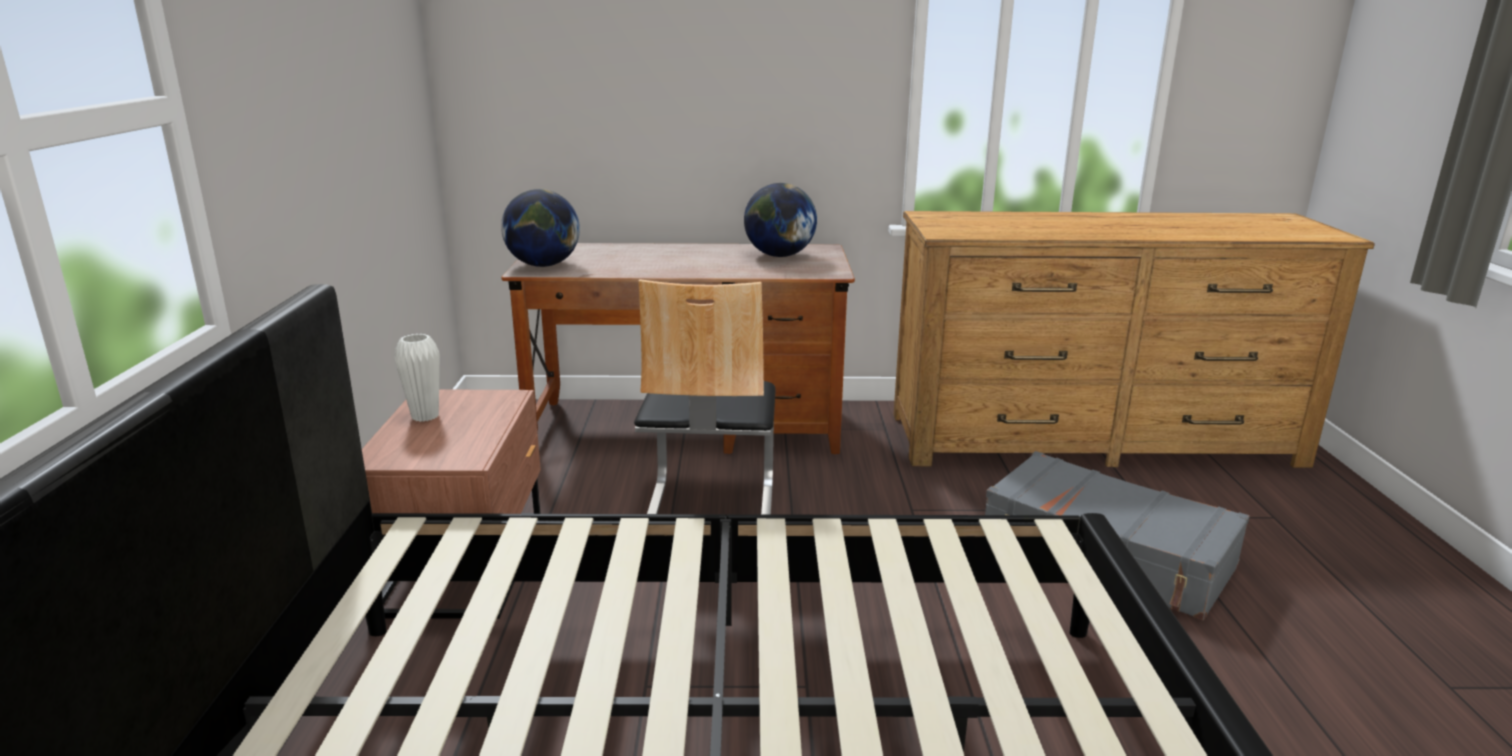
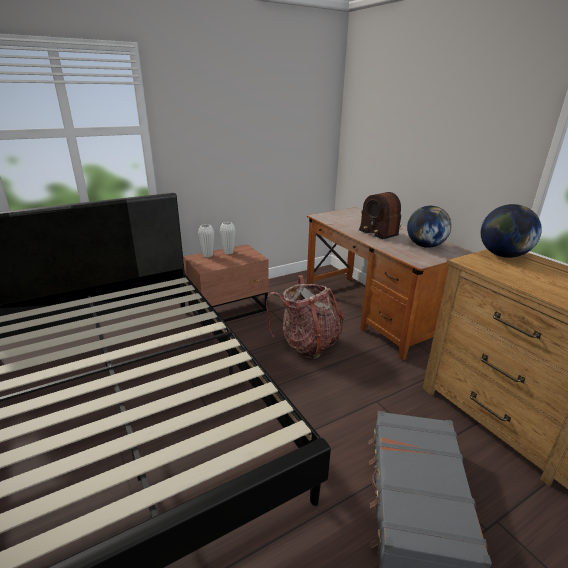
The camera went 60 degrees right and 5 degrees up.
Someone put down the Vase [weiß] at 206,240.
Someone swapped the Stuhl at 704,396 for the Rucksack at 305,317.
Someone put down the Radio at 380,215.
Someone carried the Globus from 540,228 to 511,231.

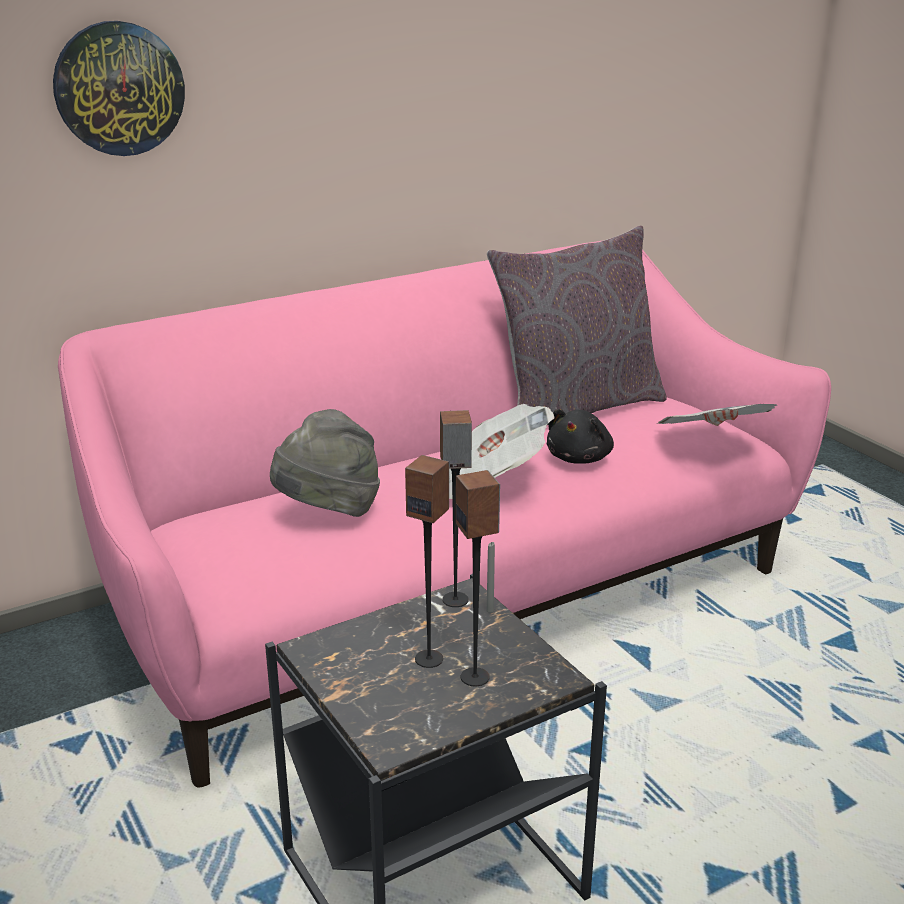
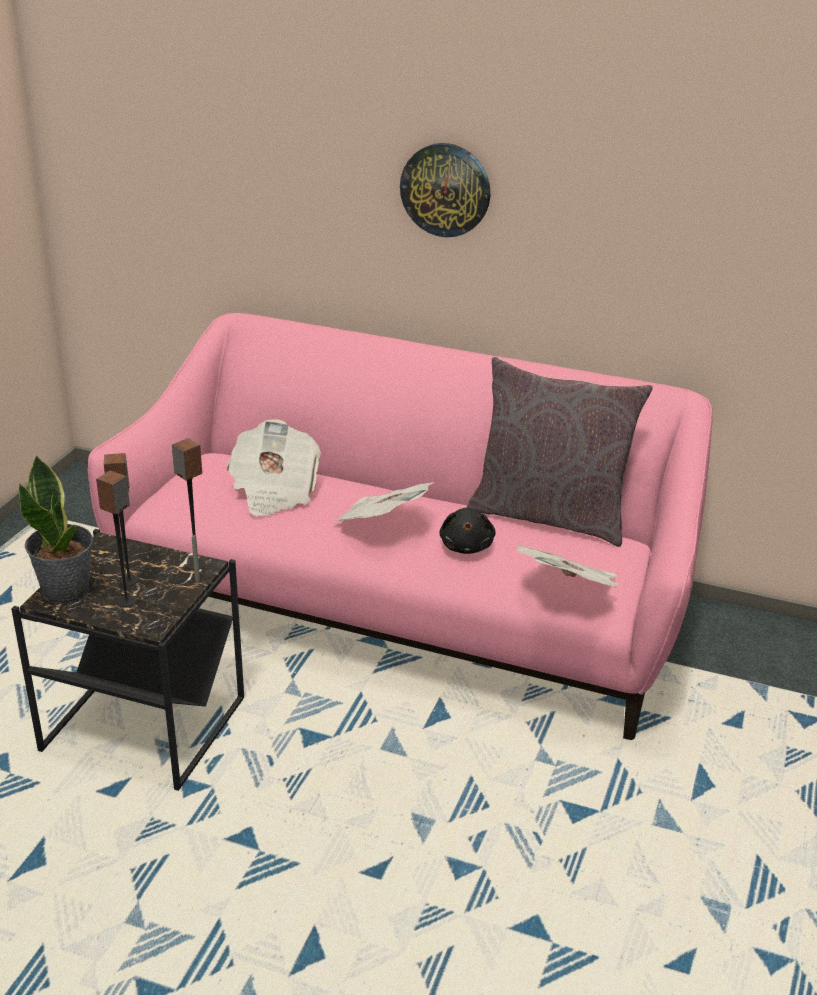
The camera went 50 degrees right and 5 degrees up.
Someone put down the Topfpflanze at 55,529.
Someone swapped the Hut [grau] at 325,463 for the Zeitung at 274,468.
Someone carried the Wanduhr from 119,88 to 445,190.
Someone rotated the Plüschtier [schwarz] at 580,436 by 75 degrees counterclockwise.

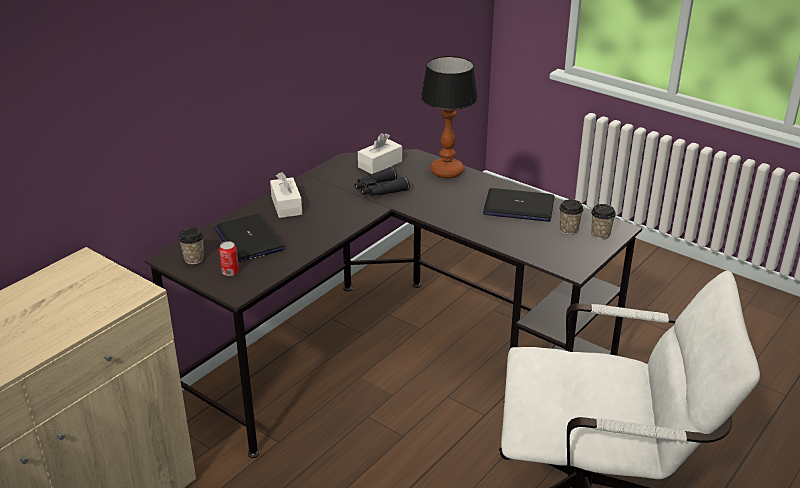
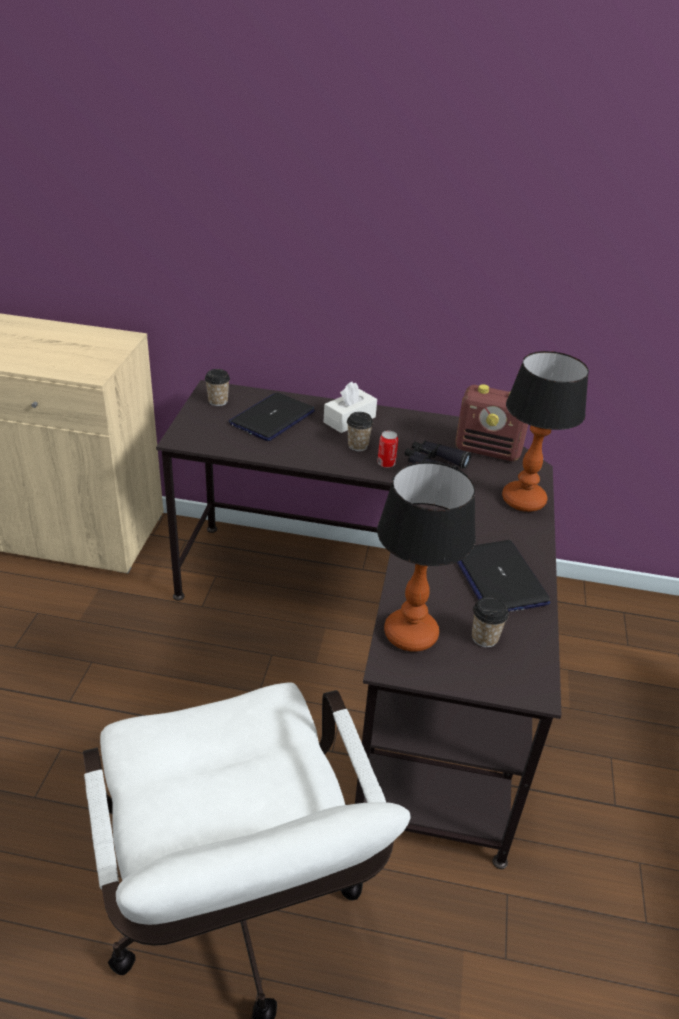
The camera went 60 degrees right and 5 degrees up.
Someone carried the Tasse from 603,222 to 360,431.
Someone carried the Dose from 229,258 to 387,449.
Someone put down the Tischlampe at 426,557.
Someone swapped the Taschentuchbox [weiß] at 380,153 for the Radio at 491,422.

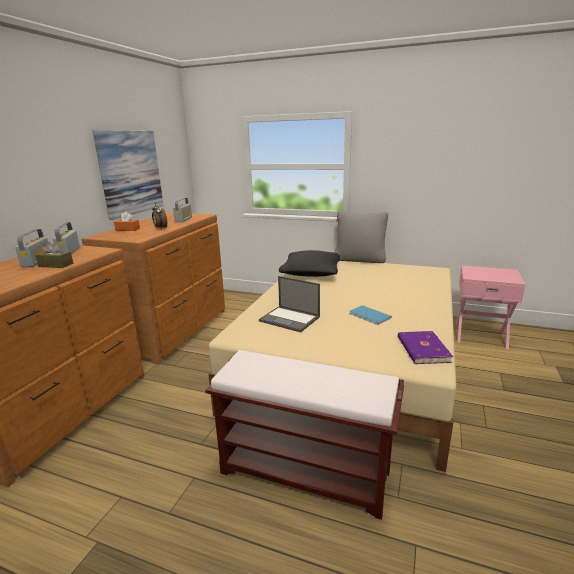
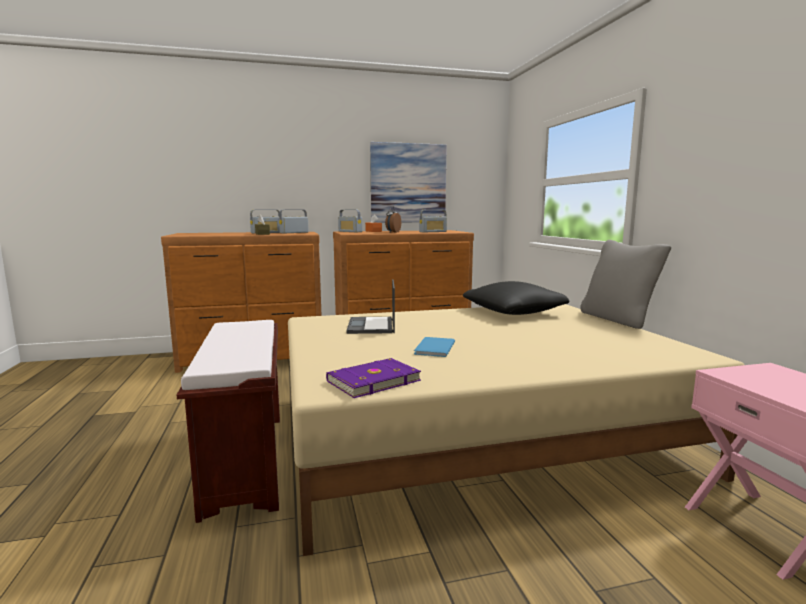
The camera went 55 degrees right and 10 degrees down.
Someone put down the Radio at 350,221.

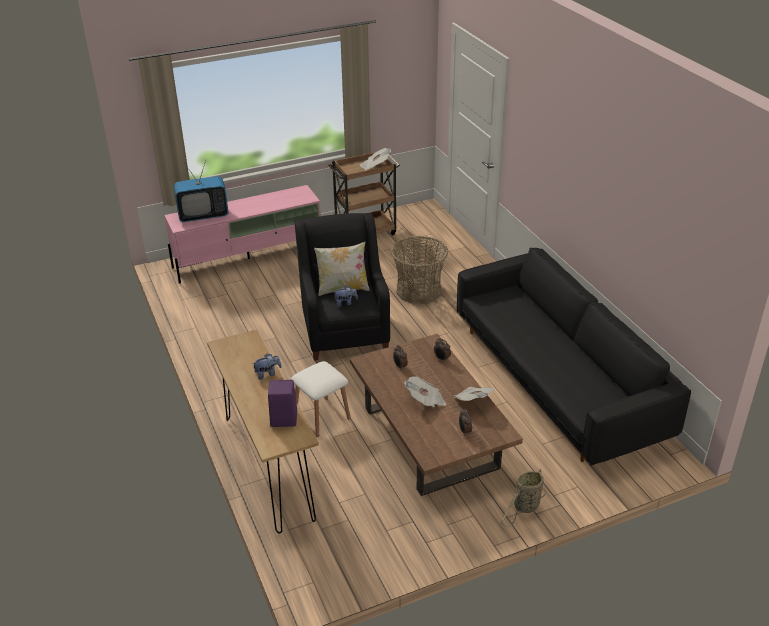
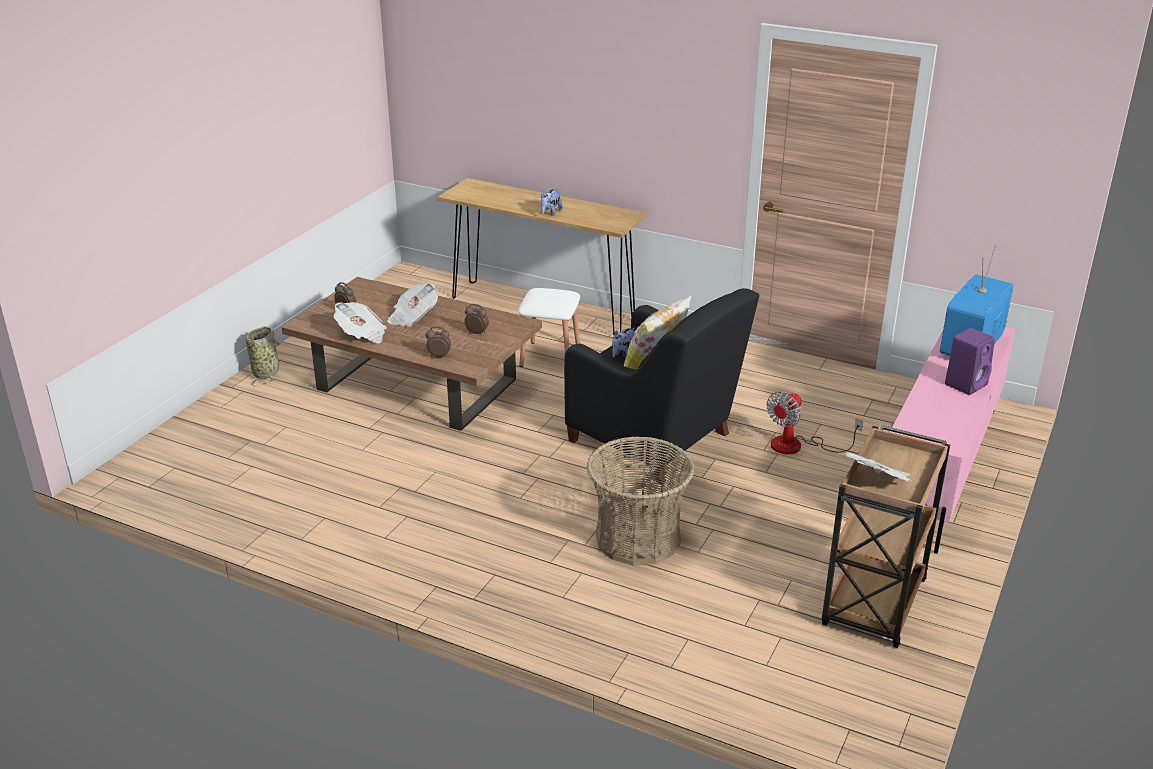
The camera went 140 degrees right and 5 degrees down.
Someone put down the Ventilator at 815,423.
Someone carried the Lautsprecher [lila] from 282,403 to 970,361.
Someone took away the Sofa [schwarz] at 574,357.

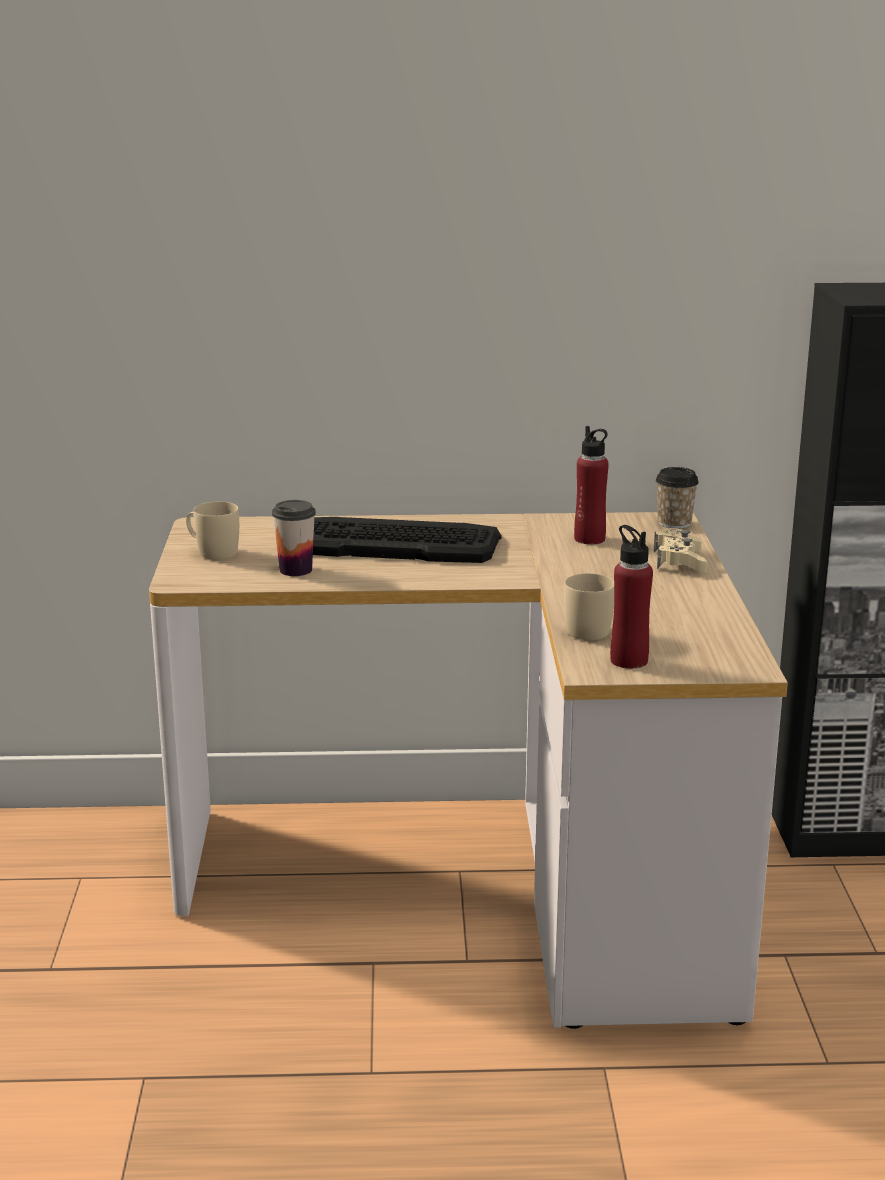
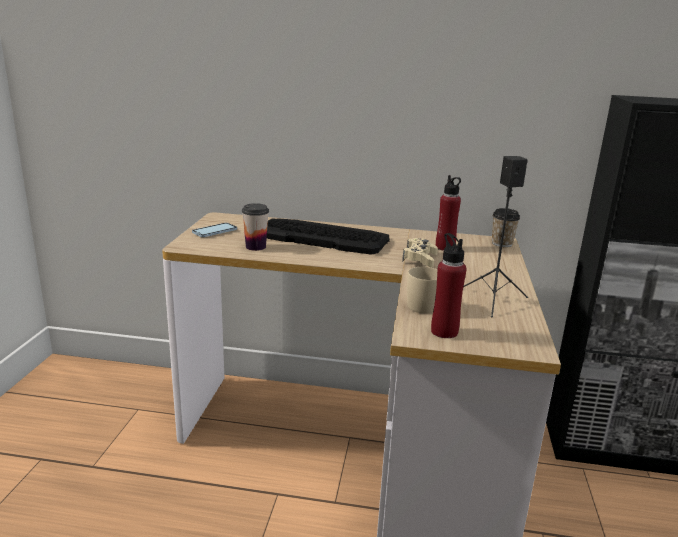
The camera went 10 degrees right and 0 degrees up.
Someone swapped the Henkelbecher [beige] at 212,531 for the Handy at 214,230.
Someone carried the Gamepad [beige] from 681,550 to 420,253.
Someone put down the Lautsprecher [schwarz] at 496,236.

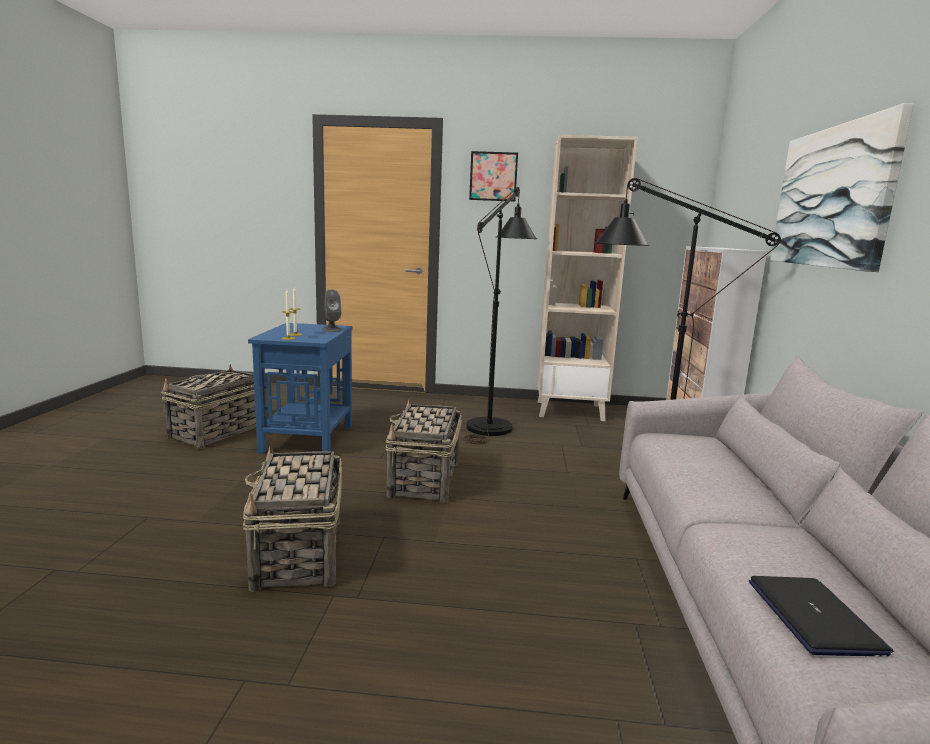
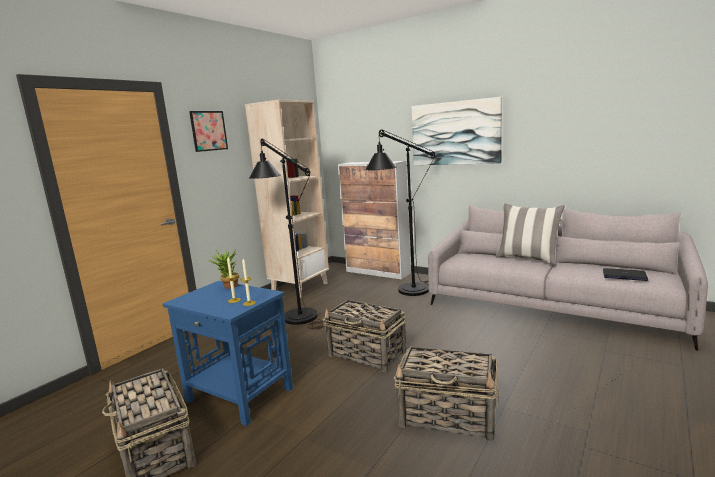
The camera went 60 degrees left and 0 degrees up.
Someone swapped the Lautsprecher [grau] at 332,310 for the Topfpflanze at 224,269.
Someone put down the Kissen at 530,234.

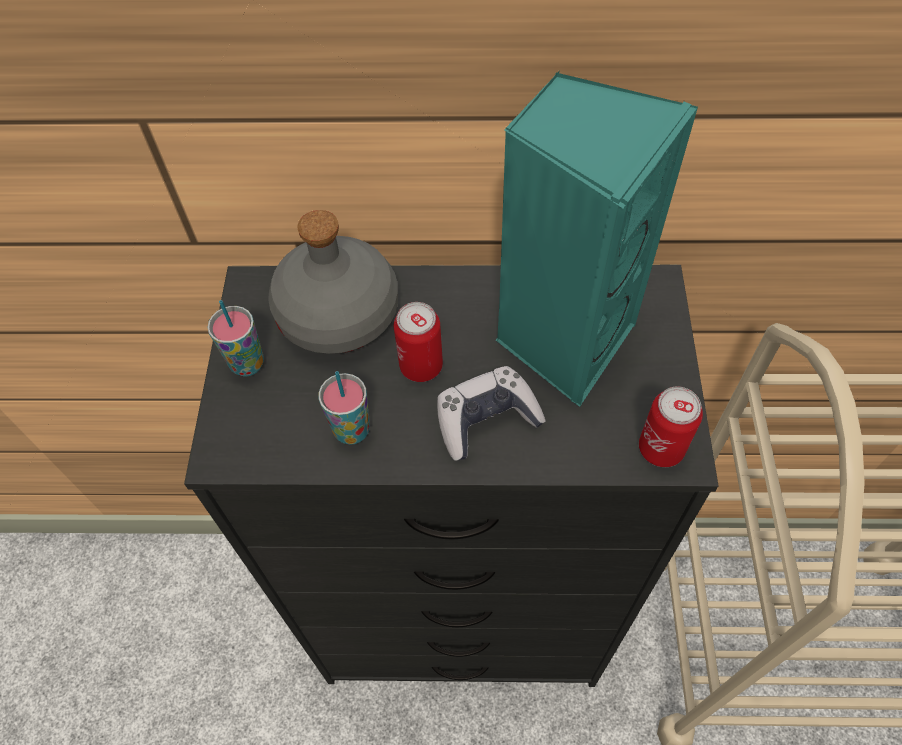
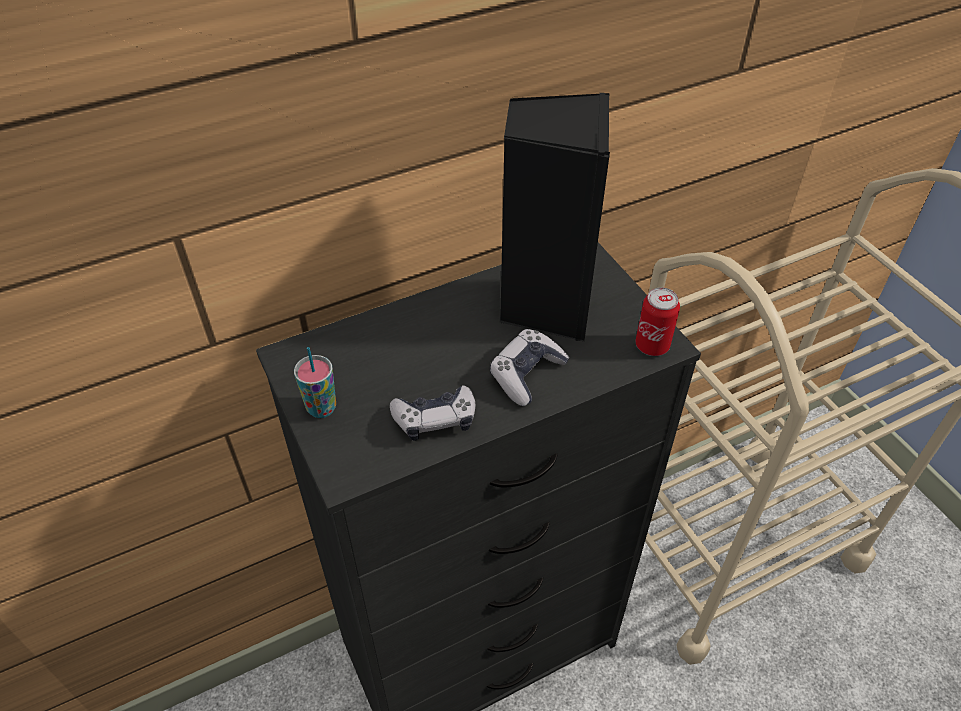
The camera went 30 degrees left and 10 degrees down.
Someone swapped the Tasse at 344,408 for the Gamepad at 432,413.
Someone repainted the Lautsprecher [türkis] at 597,239, which became the Lautsprecher [schwarz] at 555,217.
Someone took away the Flasche [grau] at 333,282.
Someone took away the Dose at 418,342.

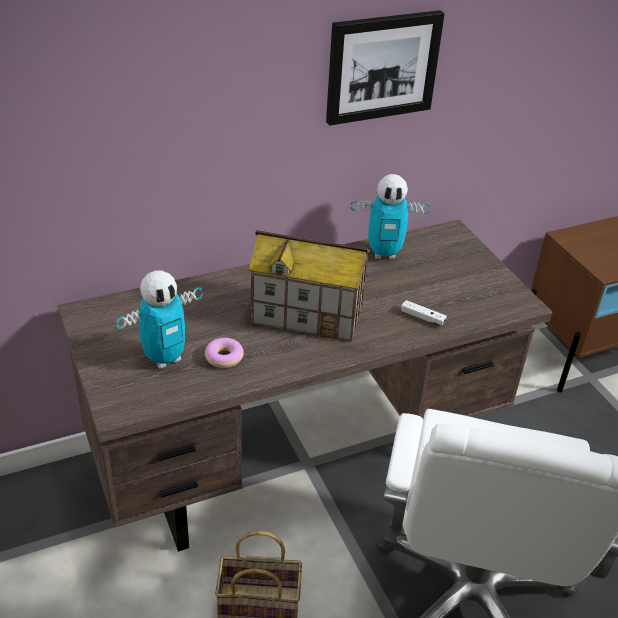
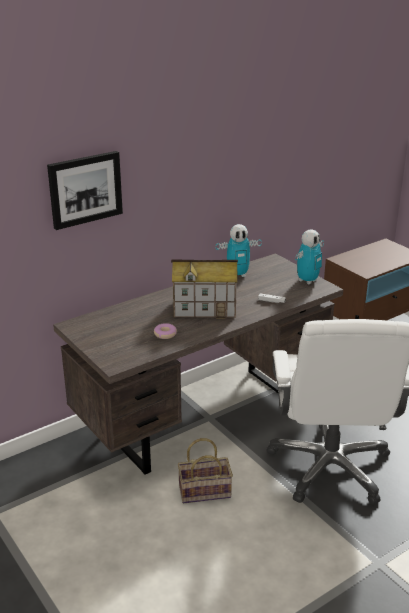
The camera went 10 degrees left and 10 degrees down.
Someone carried the Bild from 385,68 to 85,190.
Someone carried the Spielzeugroboter from 160,319 to 309,257.

